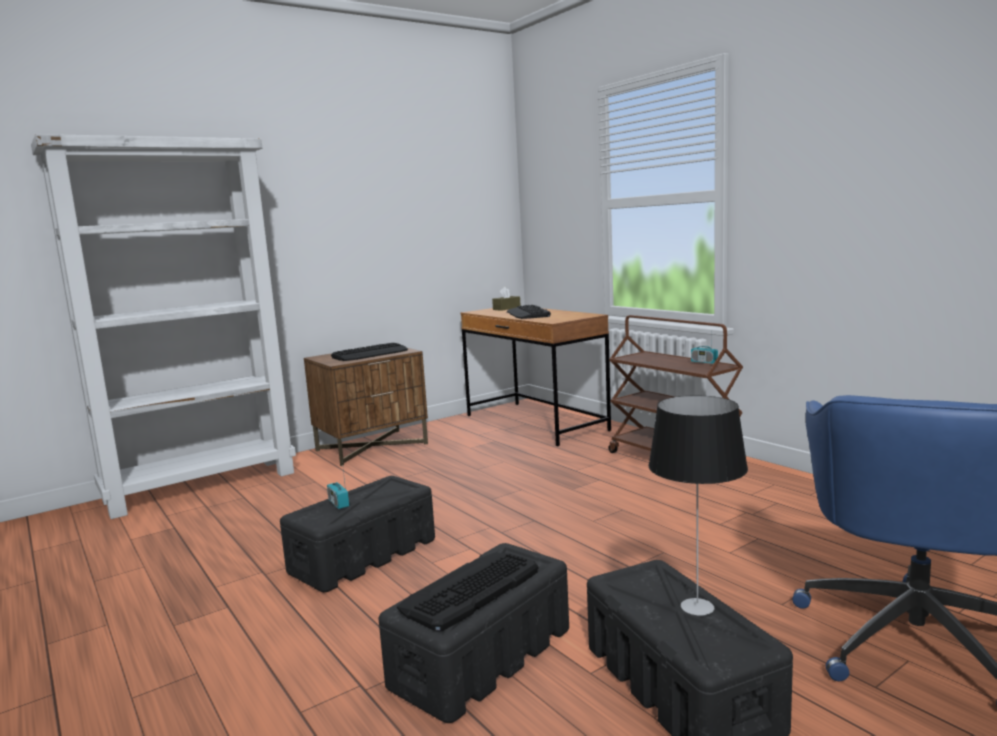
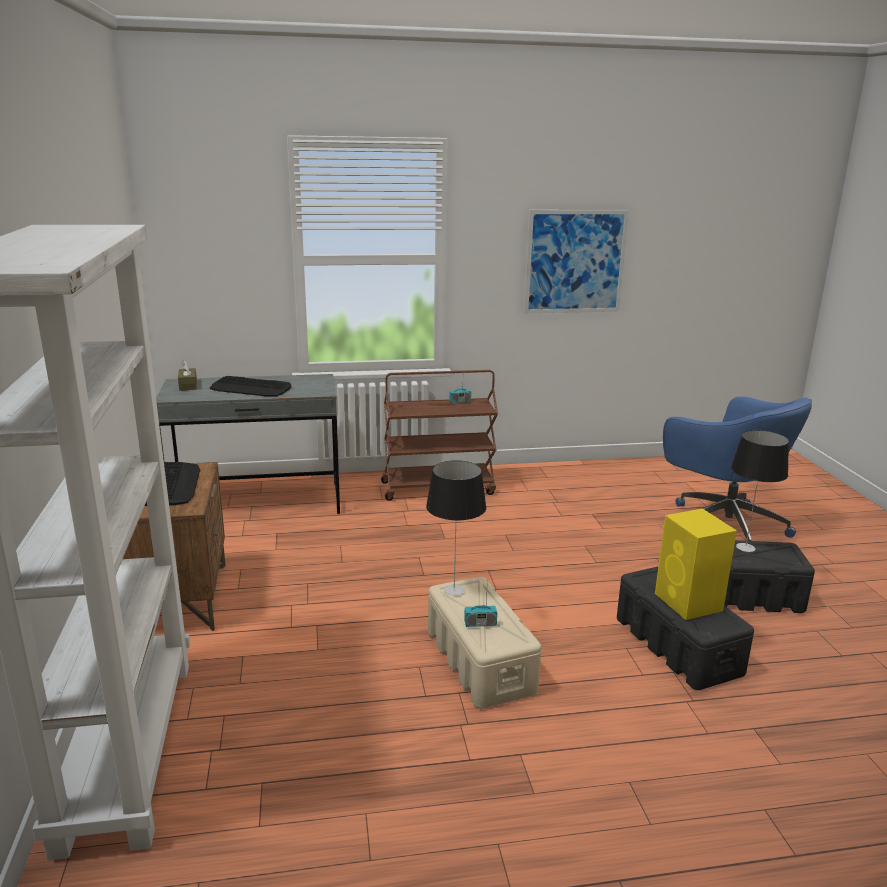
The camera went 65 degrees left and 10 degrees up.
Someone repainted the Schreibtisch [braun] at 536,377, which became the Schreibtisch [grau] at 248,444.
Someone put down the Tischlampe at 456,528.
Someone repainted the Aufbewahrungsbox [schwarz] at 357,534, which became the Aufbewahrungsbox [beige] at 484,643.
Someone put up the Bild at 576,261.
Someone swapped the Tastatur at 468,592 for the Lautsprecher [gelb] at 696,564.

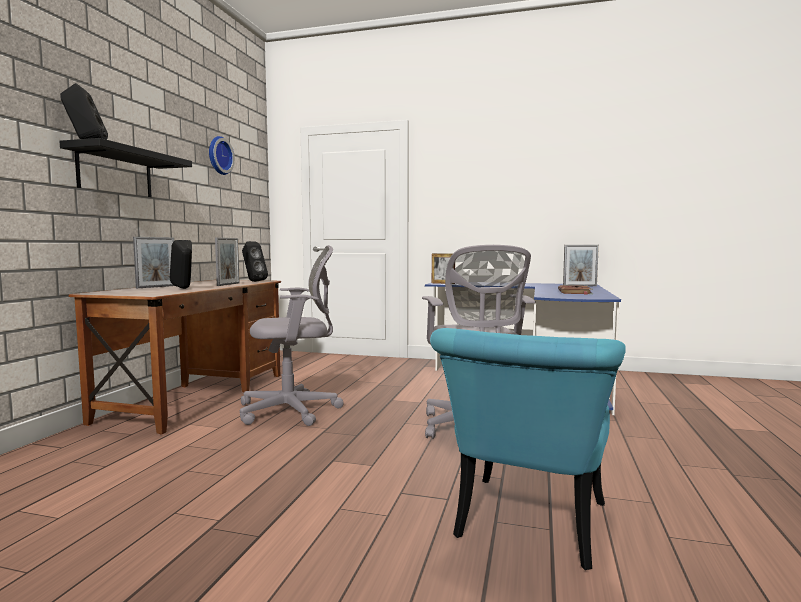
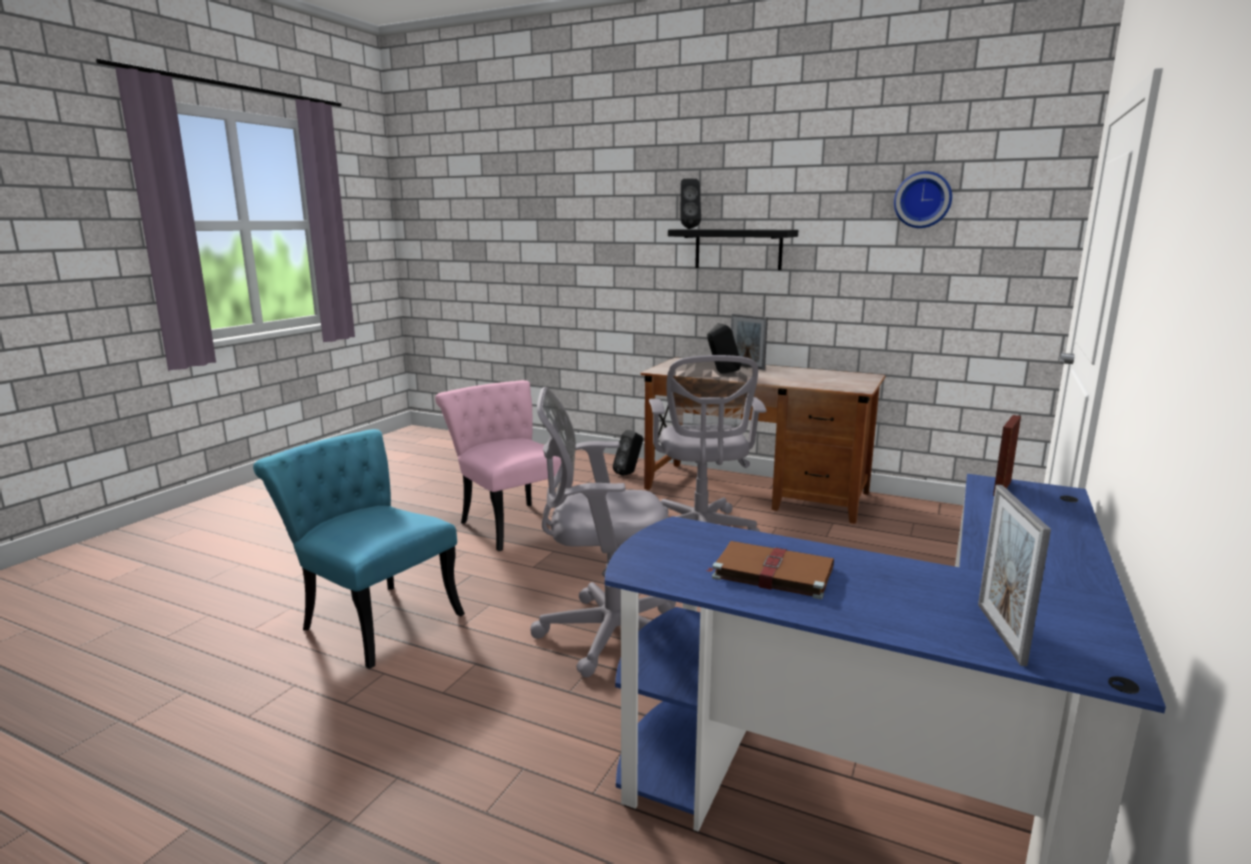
The camera went 100 degrees right and 10 degrees up.
Someone put down the Stuhl [rosa] at 498,465.
Someone carried the Lautsprecher [schwarz] from 255,261 to 628,453.
Someone took away the Bilderrahmen at 227,261.

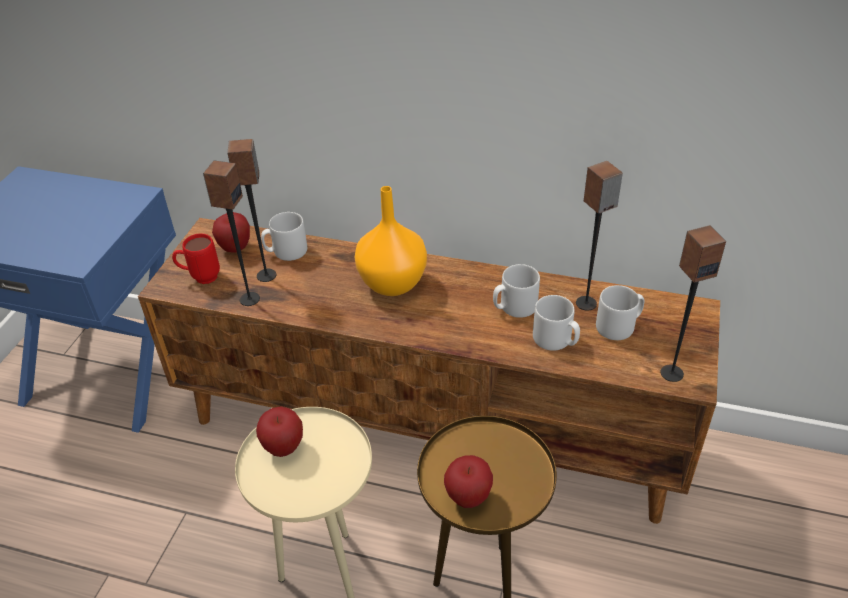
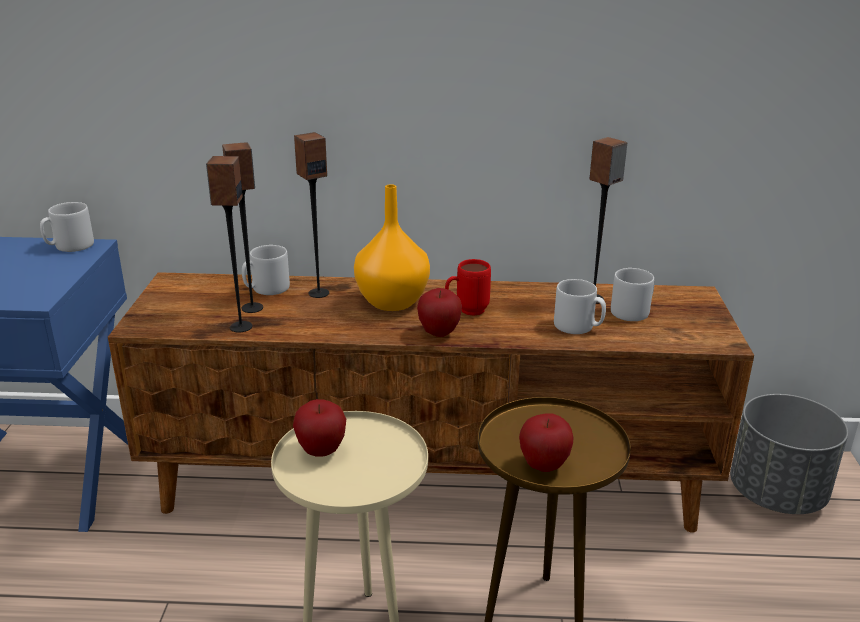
The camera went 15 degrees left and 15 degrees down.
Someone carried the Henkelbecher [grau] from 516,291 to 67,227.
Someone carried the Lautsprecher from 693,303 to 311,215.
Someone carried the Apfel from 231,232 to 439,312.
Someone carried the Henkelbecher [rot] from 196,258 to 468,287.
Someone put down the Pflanzkübel [grau] at 789,454.

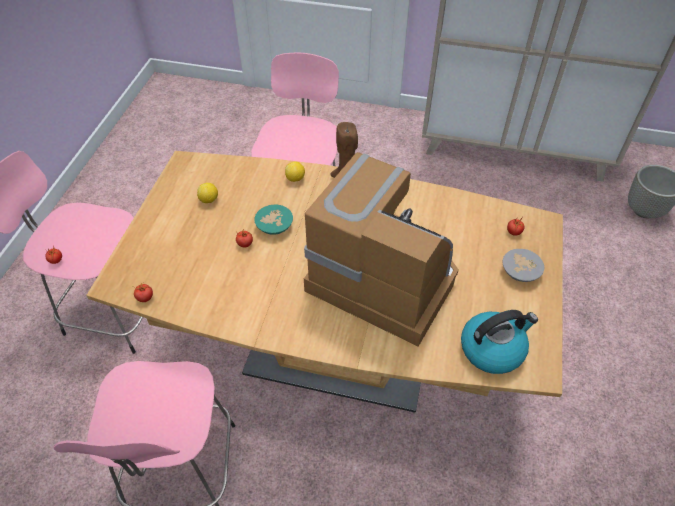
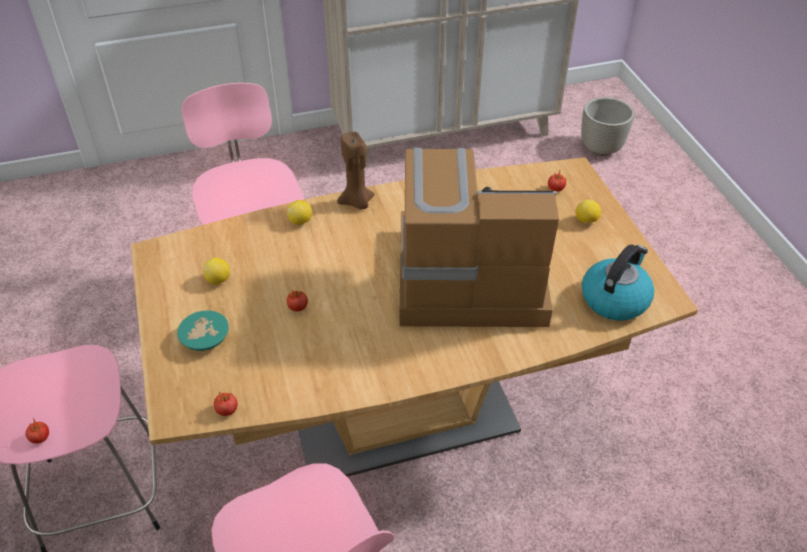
The camera went 30 degrees left and 5 degrees down.
Someone carried the Schüssel [türkis] from 273,220 to 203,330.
Someone swapped the Schüssel [grau] at 523,265 for the Zitrone at 588,211.

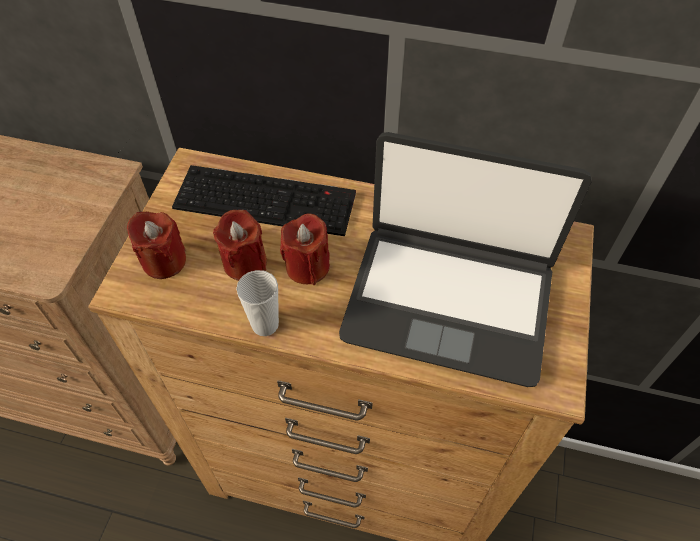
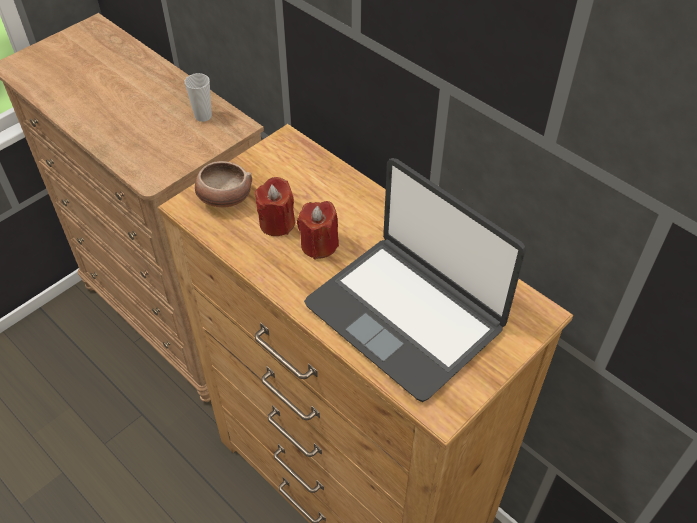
The camera went 30 degrees right and 5 degrees down.
Someone carried the Tasse from 257,303 to 198,97.
Someone swapped the Kerze [rot] at 156,245 for the Schüssel at 223,184.
Someone took away the Tastatur at 264,200.

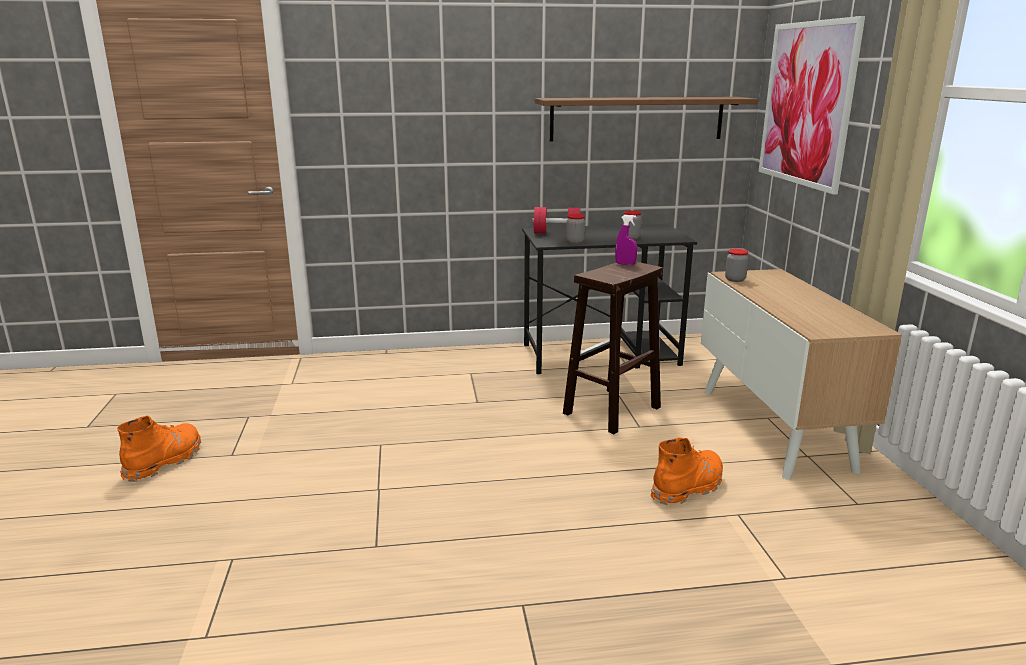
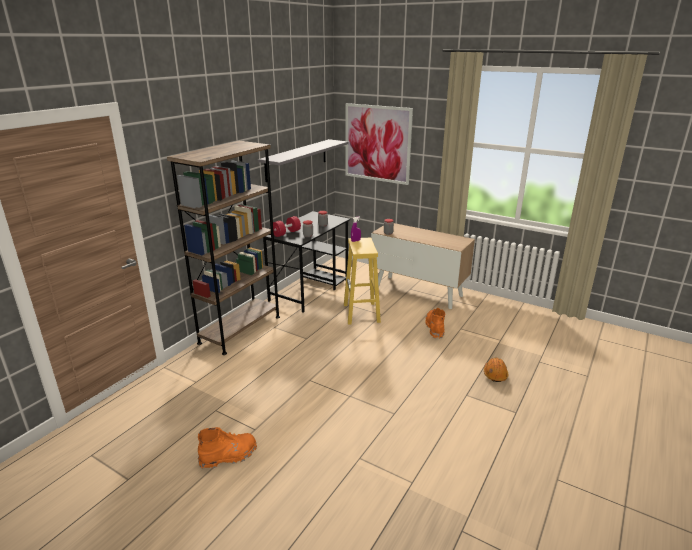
The camera went 50 degrees left and 5 degrees up.
Someone put down the Bücherregal [braun] at 223,248.
Someone rotated the Stiefel [orange] at 159,449 by 90 degrees clockwise.
Someone repainted the Wandregal [braun] at 646,119, which became the Wandregal [grau] at 303,160.
Someone repainted the Hocker [braun] at 613,348, which became the Hocker [gelb] at 362,281.
Someone put down the Schutzhelm [orange] at 496,370.

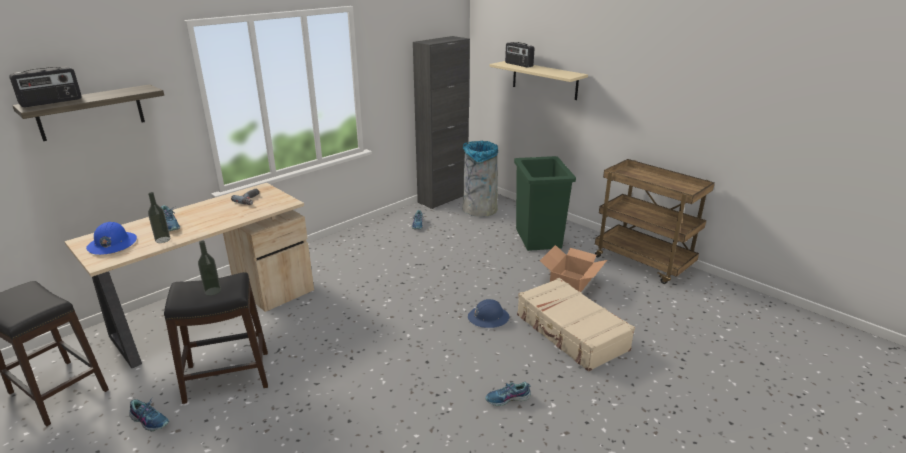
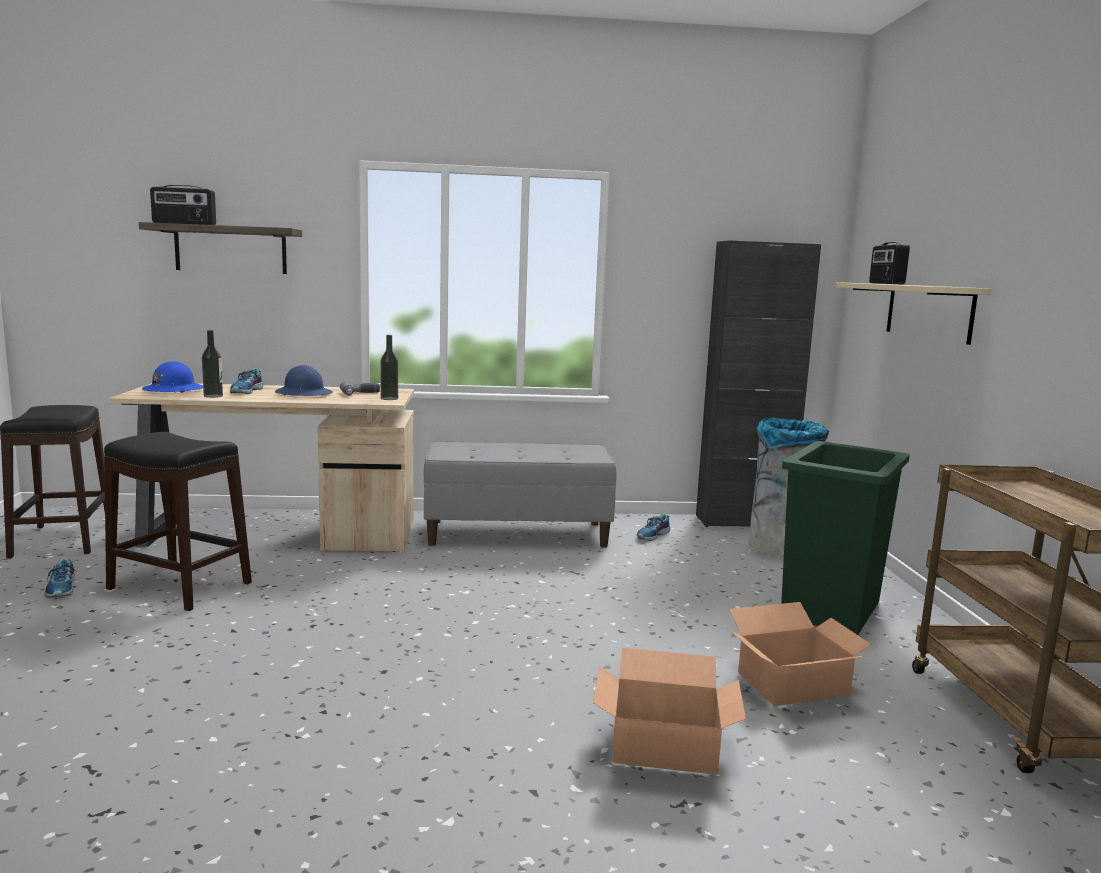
The camera went 40 degrees right and 15 degrees down.
Someone carried the Schutzhelm [blau] from 488,313 to 304,380.
Someone carried the Flasche from 209,268 to 389,367.
Someone put down the Bank [grau] at 520,494.
Someone swapped the Koffer [beige] at 576,324 for the Karton at 669,711.
Someone took away the Schuh at 508,394.

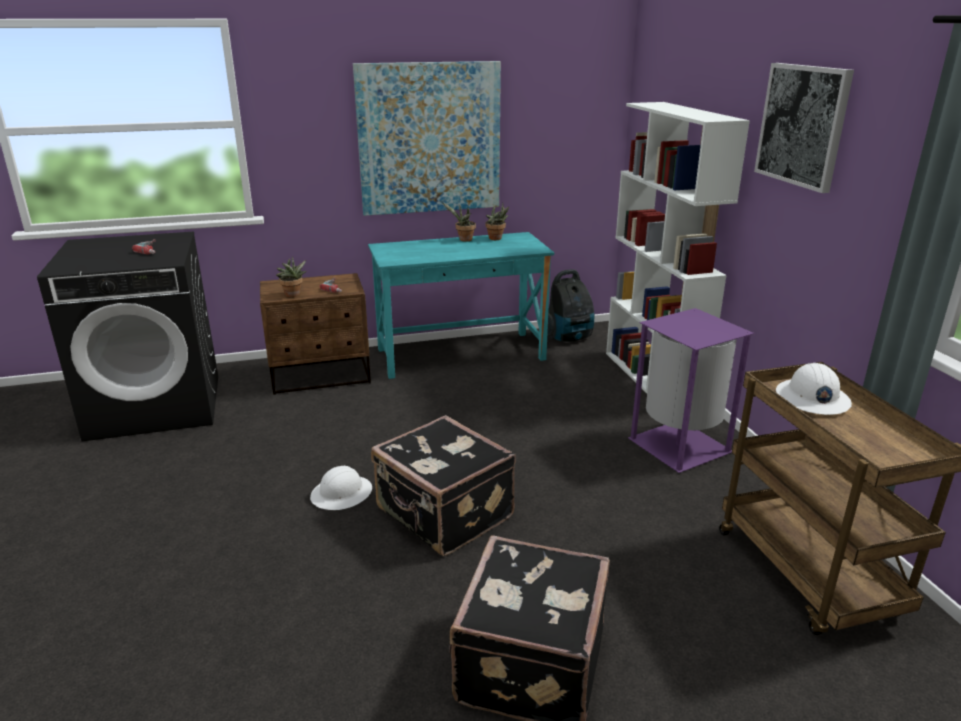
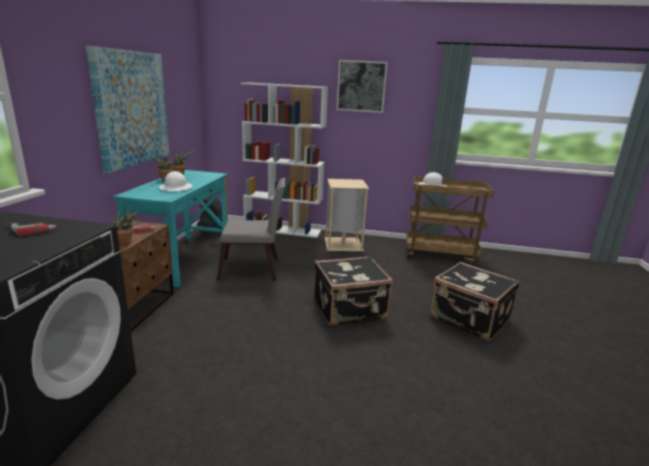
The camera went 65 degrees left and 5 degrees down.
Someone carried the Schutzhelm [weiß] from 341,488 to 175,181.
Someone put down the Stuhl [grau] at 251,229.
Someone repainted the Mülleimer [lila] at 691,390, which became the Mülleimer [beige] at 346,215.

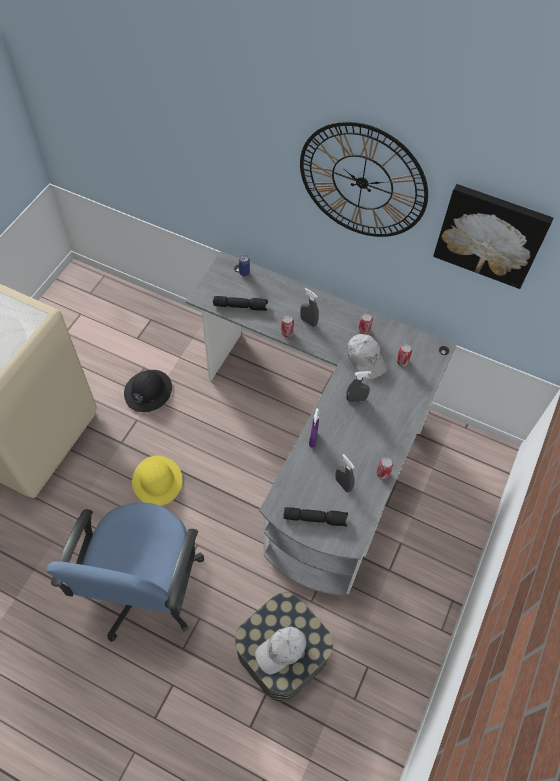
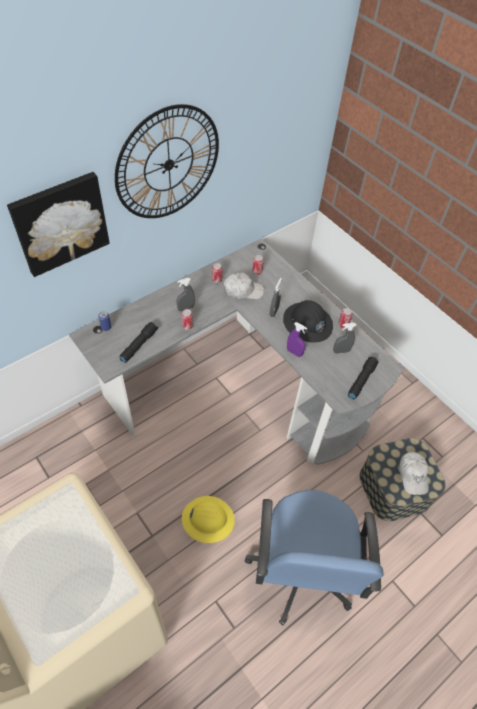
The camera went 65 degrees left and 5 degrees down.
Someone carried the Bild from 493,236 to 58,224.
Someone rotated the Bürostuhl [blau] at 125,572 by 60 degrees clockwise.
Someone carried the Schutzhelm [schwarz] from 148,391 to 308,321.

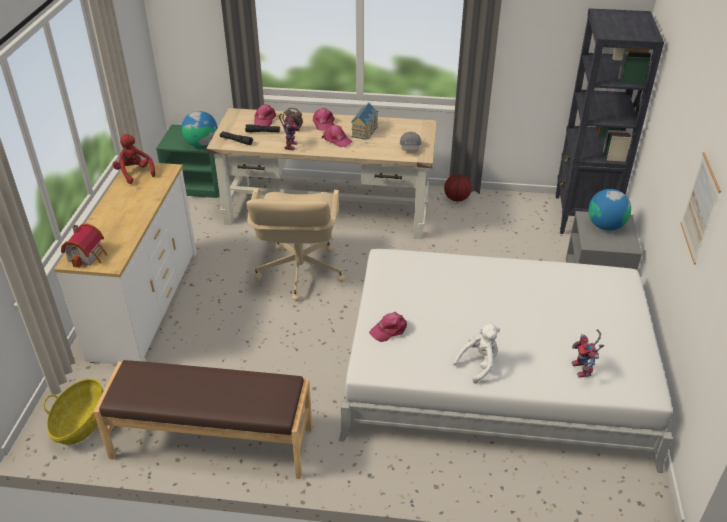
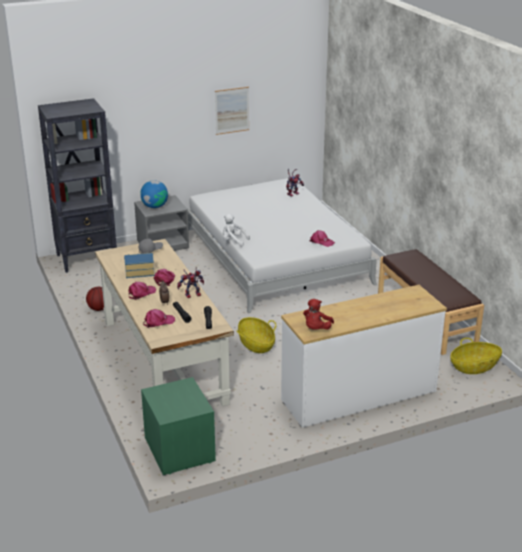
The camera went 120 degrees left and 10 degrees down.
Someone carried the Plüschtier [weiß] from 476,353 to 236,230.
Someone swapped the Bürostuhl [beige] at 295,244 for the Korb at 256,335.
Someone took away the Spielzeughaus at 84,246.
Someone took away the Globus at 199,129.

